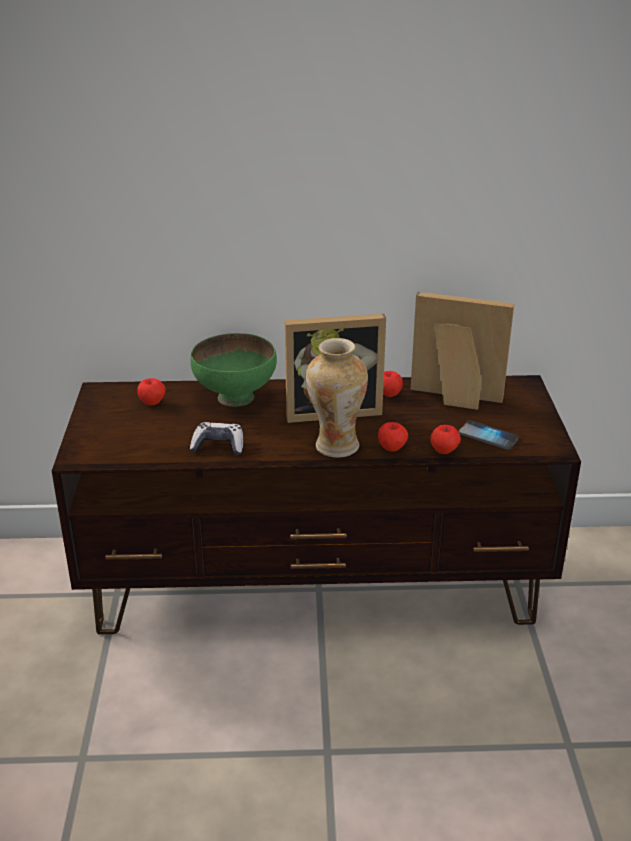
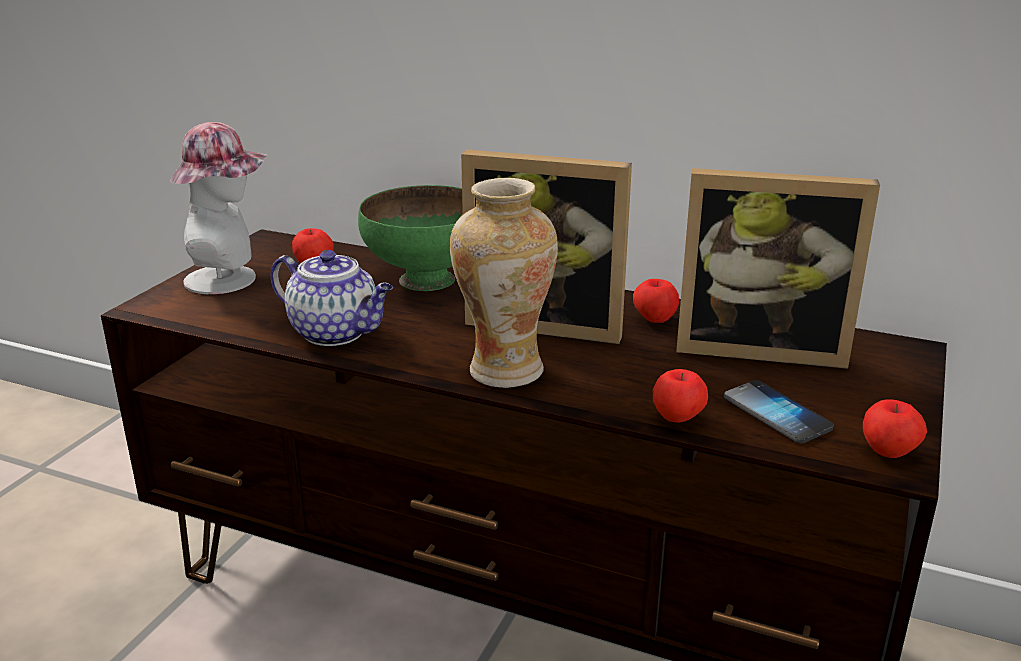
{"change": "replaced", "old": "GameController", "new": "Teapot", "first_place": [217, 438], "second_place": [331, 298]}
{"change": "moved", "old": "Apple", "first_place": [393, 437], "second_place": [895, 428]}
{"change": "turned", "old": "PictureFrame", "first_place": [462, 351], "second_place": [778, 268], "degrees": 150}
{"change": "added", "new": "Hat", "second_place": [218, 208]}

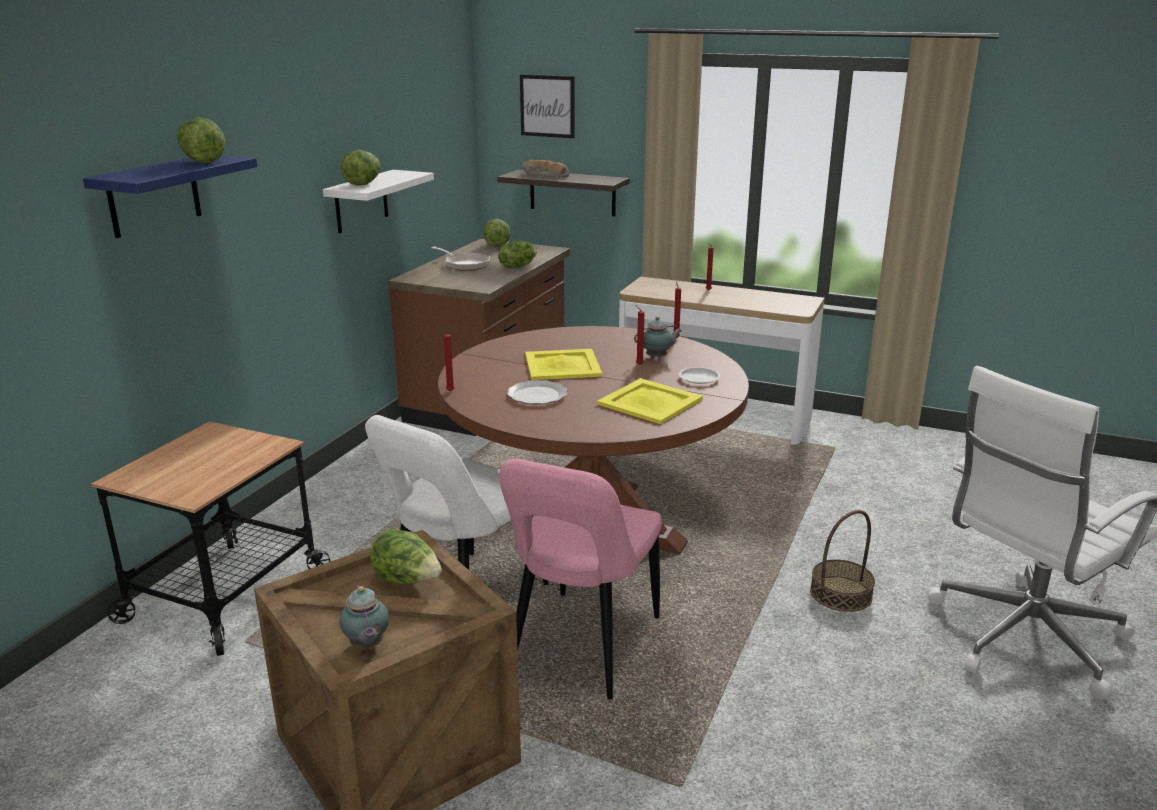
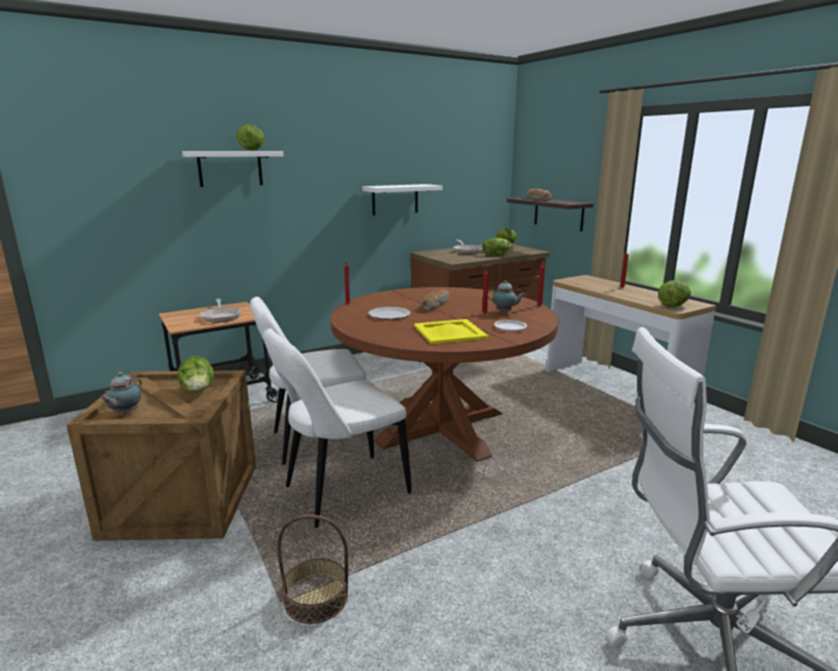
{"change": "recoloured", "old": "BlueShelf", "new": "WhiteShelf", "first_place": [170, 196], "second_place": [233, 169]}
{"change": "moved", "old": "Lettuce", "first_place": [361, 168], "second_place": [674, 293]}
{"change": "recoloured", "old": "PinkChair", "new": "WhiteChair", "first_place": [580, 579], "second_place": [337, 428]}
{"change": "removed", "old": "Picture", "first_place": [547, 106]}
{"change": "replaced", "old": "YellowTray", "new": "Bread", "first_place": [563, 364], "second_place": [435, 300]}
{"change": "moved", "old": "Basket", "first_place": [842, 561], "second_place": [312, 569]}
{"change": "added", "new": "FryingPan", "second_place": [221, 311]}

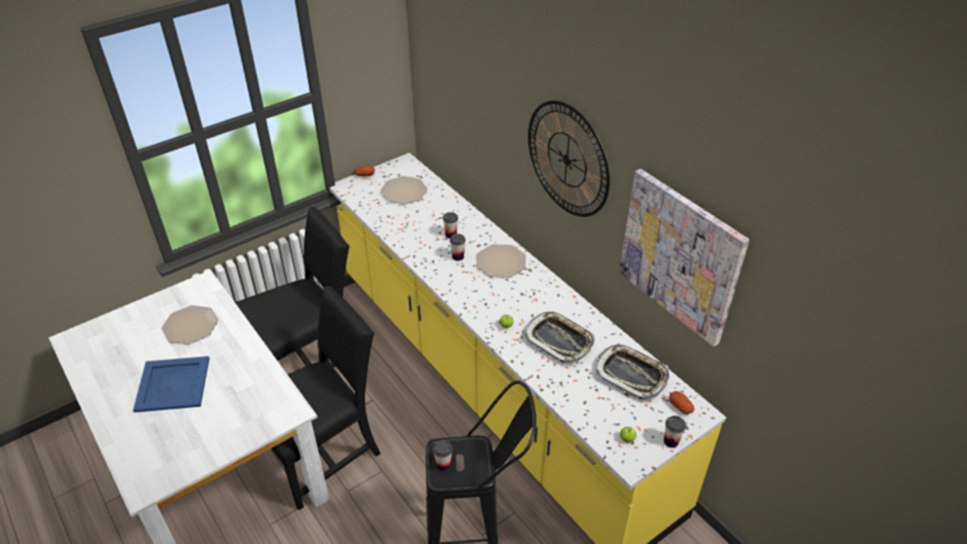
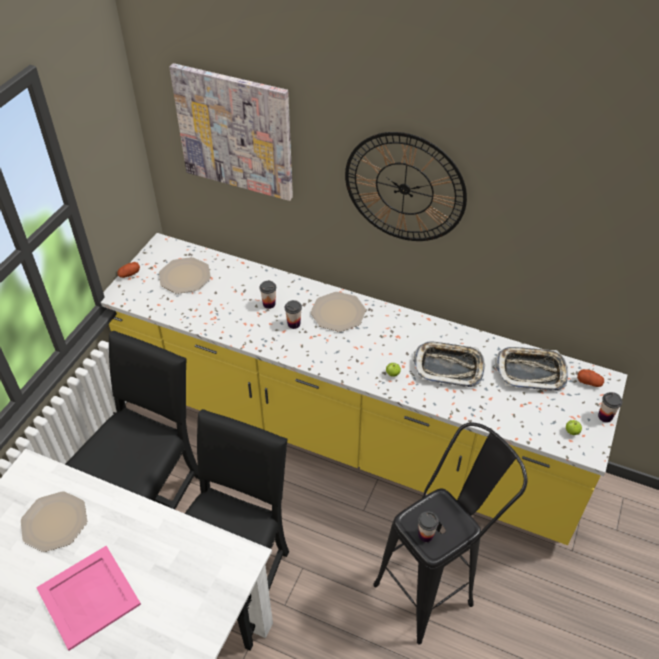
{"change": "recoloured", "old": "BlueTray", "new": "PinkTray", "first_place": [171, 384], "second_place": [88, 598]}
{"change": "moved", "old": "Picture", "first_place": [684, 258], "second_place": [231, 132]}

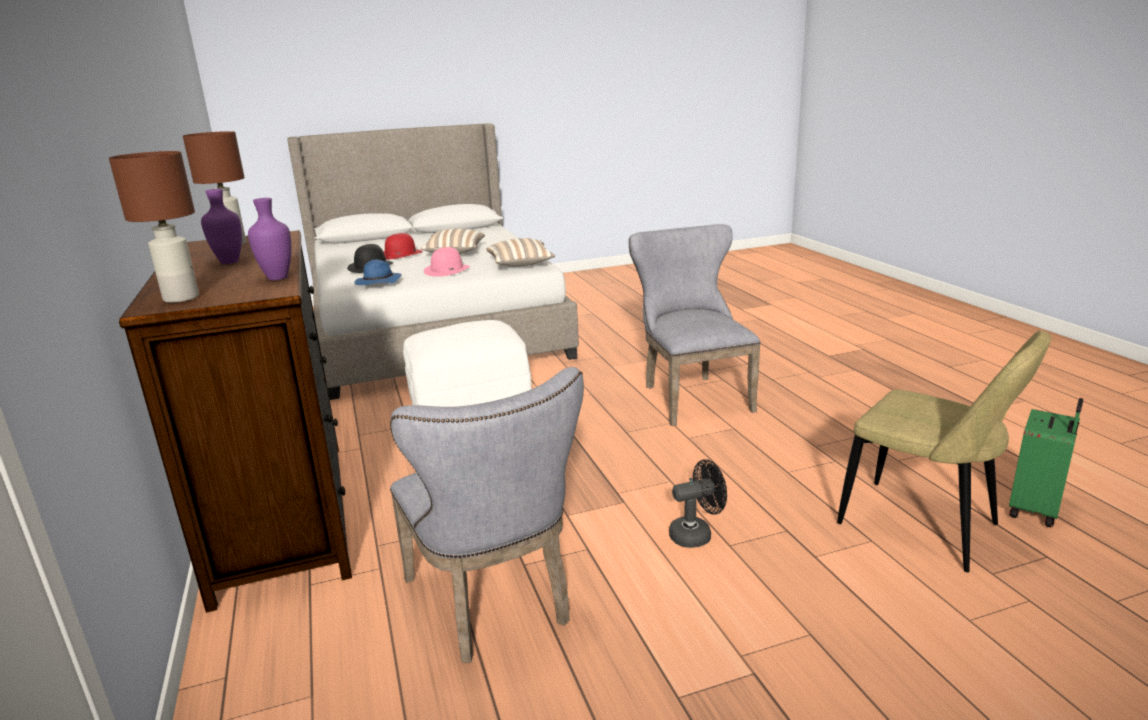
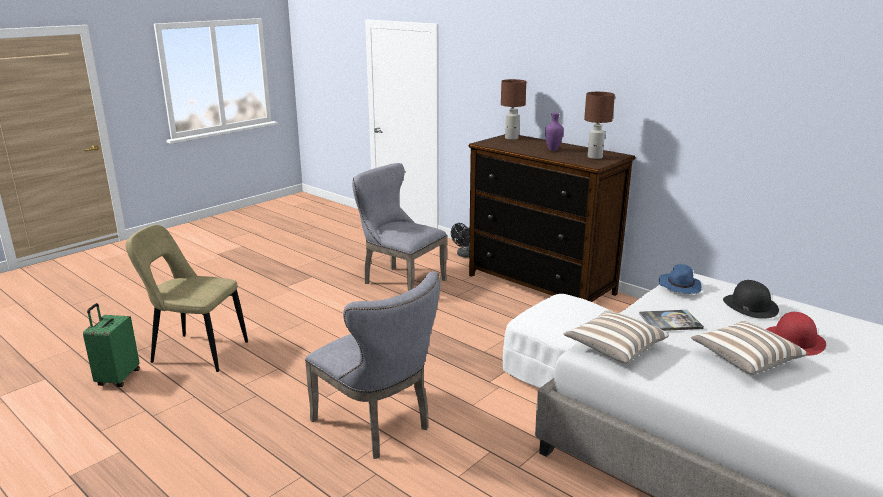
{"change": "removed", "old": "PurpleVase", "first_place": [270, 239]}
{"change": "replaced", "old": "PinkHat", "new": "Book", "first_place": [447, 262], "second_place": [671, 320]}
{"change": "moved", "old": "BlackFan", "first_place": [698, 503], "second_place": [460, 240]}

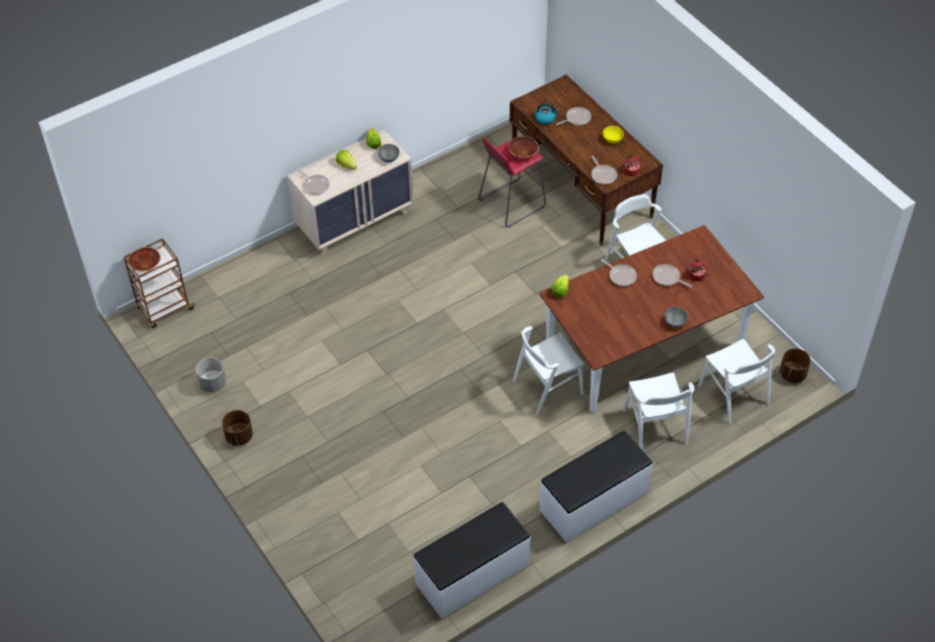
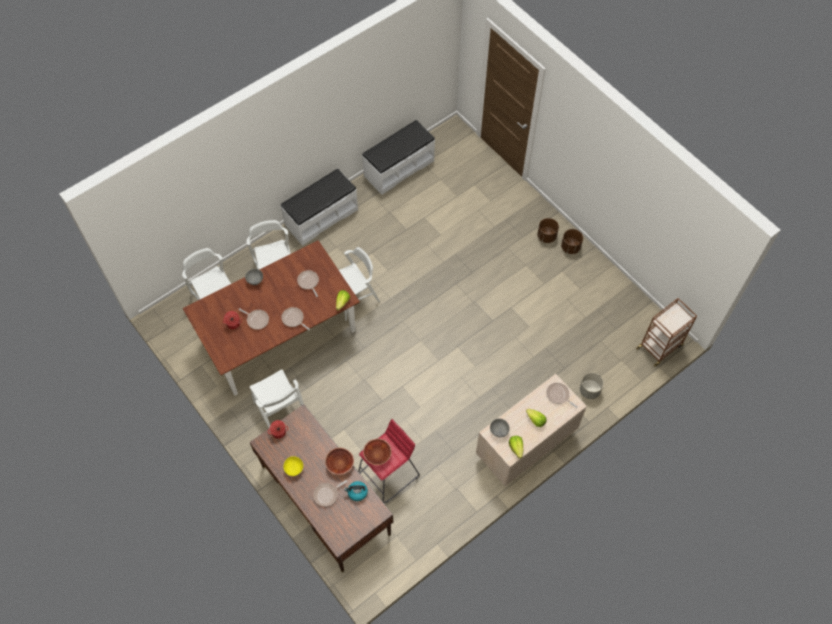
{"change": "moved", "old": "BrownBowl", "first_place": [144, 259], "second_place": [339, 461]}
{"change": "moved", "old": "GreyPlanter", "first_place": [211, 374], "second_place": [592, 386]}
{"change": "moved", "old": "FryingPan", "first_place": [604, 170], "second_place": [308, 283]}
{"change": "moved", "old": "BrownPlanter", "first_place": [795, 365], "second_place": [548, 230]}

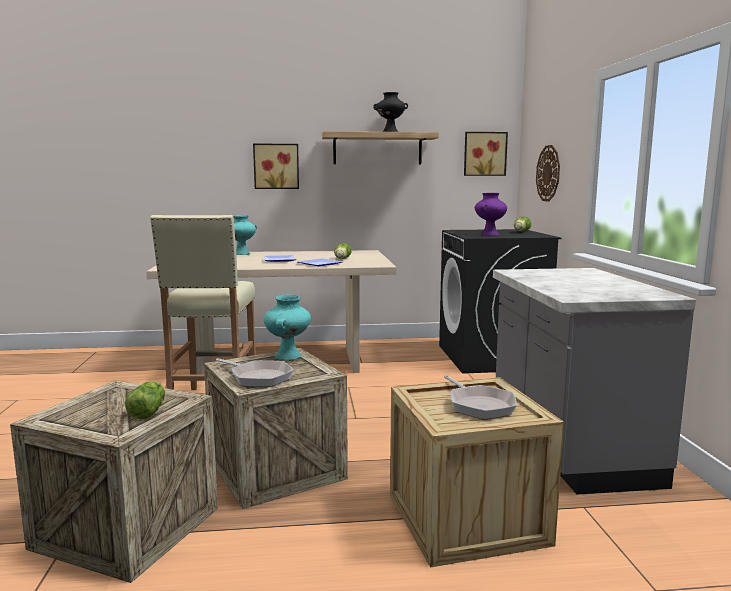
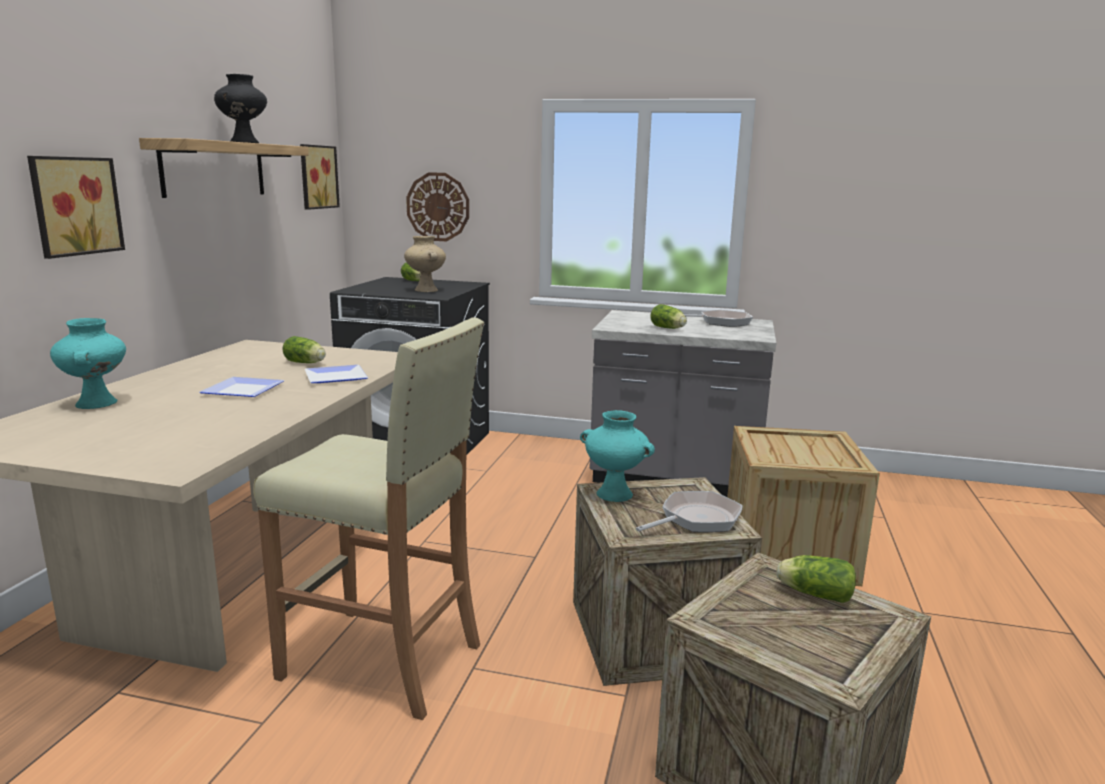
{"change": "moved", "old": "FryingPan", "first_place": [480, 397], "second_place": [718, 318]}
{"change": "recoloured", "old": "PurpleVase", "new": "BeigeVase", "first_place": [491, 214], "second_place": [425, 264]}
{"change": "added", "new": "Lettuce", "second_place": [668, 316]}

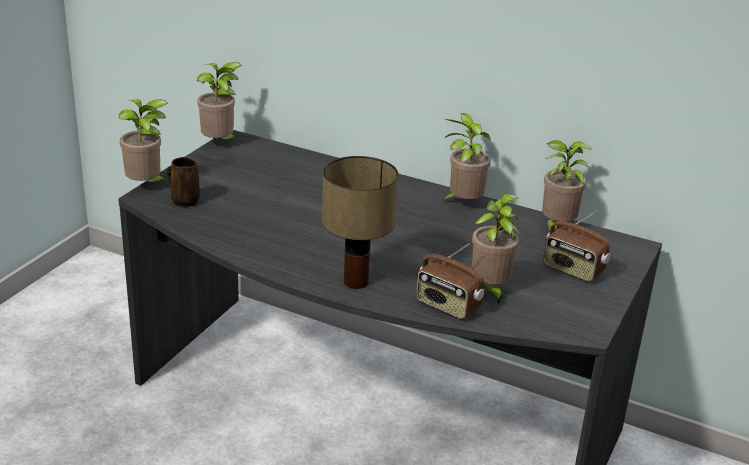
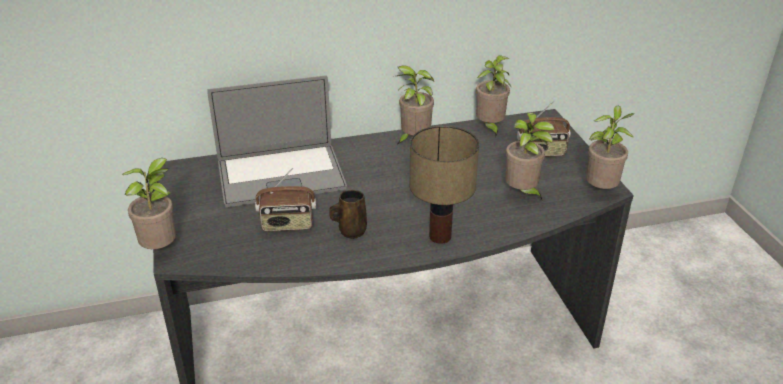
{"change": "moved", "old": "BrownMug", "first_place": [183, 182], "second_place": [348, 214]}
{"change": "moved", "old": "PottedPlant", "first_place": [219, 101], "second_place": [610, 147]}
{"change": "moved", "old": "Radio", "first_place": [450, 281], "second_place": [285, 199]}
{"change": "added", "new": "Laptop", "second_place": [277, 141]}

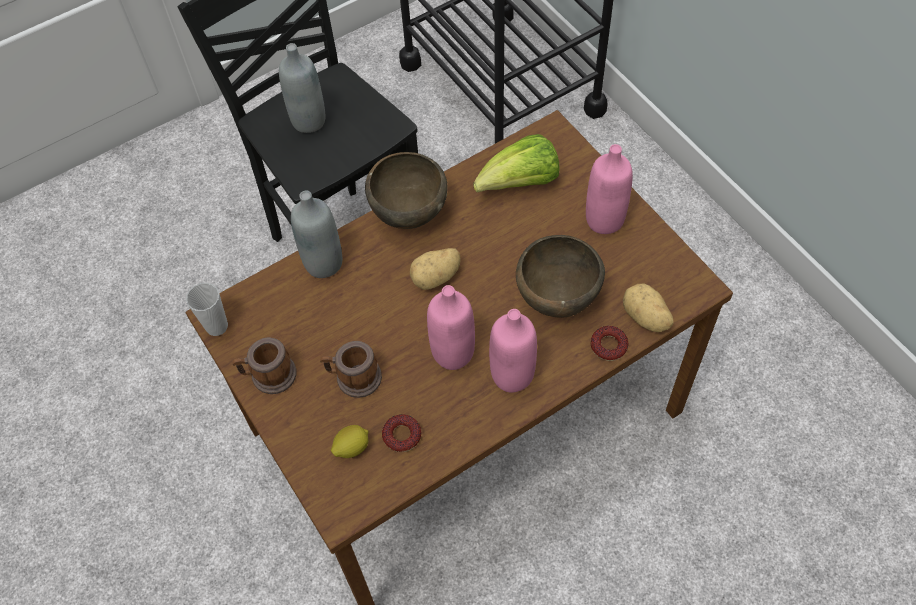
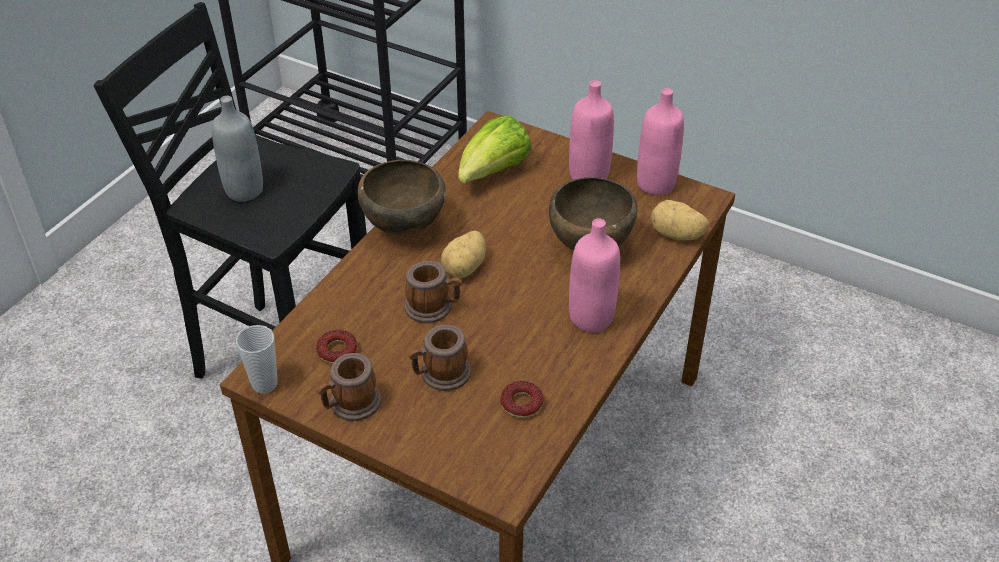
{"change": "removed", "old": "GreyBottle", "first_place": [316, 234]}
{"change": "removed", "old": "Lemon", "first_place": [350, 441]}
{"change": "moved", "old": "PinkBottle", "first_place": [451, 327], "second_place": [660, 142]}
{"change": "moved", "old": "Donut", "first_place": [609, 343], "second_place": [337, 347]}
{"change": "added", "new": "Mug", "second_place": [433, 292]}

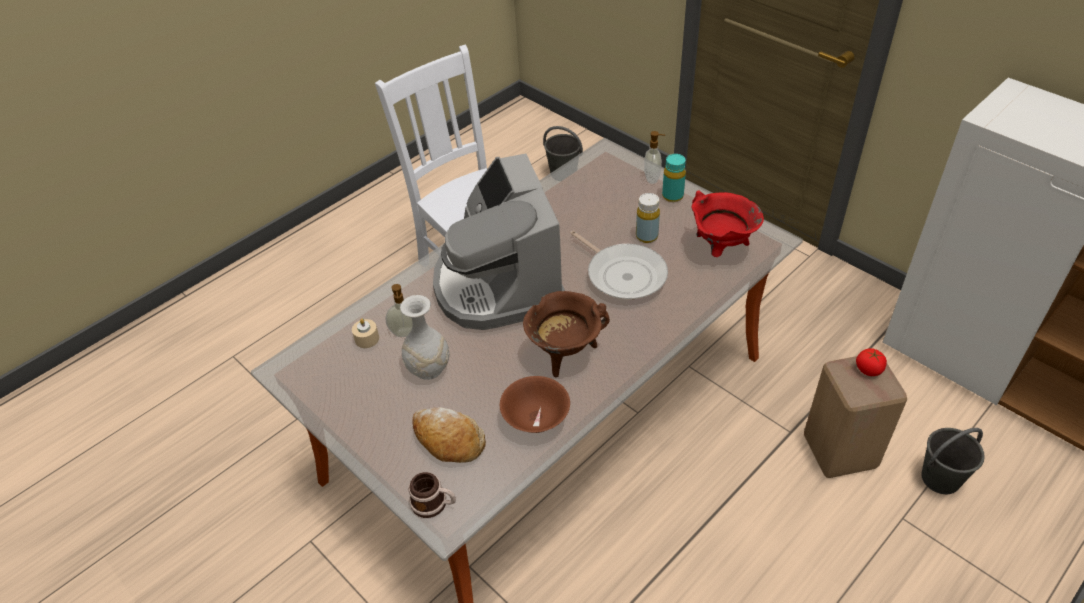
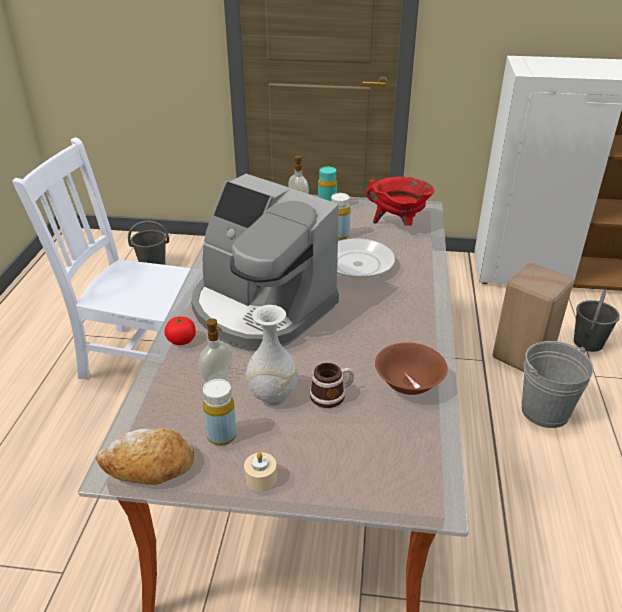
{"change": "moved", "old": "BeigeCandle", "first_place": [365, 333], "second_place": [260, 472]}
{"change": "moved", "old": "Mug", "first_place": [432, 495], "second_place": [332, 385]}
{"change": "moved", "old": "Bread", "first_place": [449, 435], "second_place": [145, 456]}
{"change": "removed", "old": "BrownCookingPot", "first_place": [566, 334]}
{"change": "moved", "old": "Tomato", "first_place": [871, 362], "second_place": [180, 331]}
{"change": "added", "new": "YellowBottle", "second_place": [220, 412]}
{"change": "added", "new": "GreyBucket", "second_place": [557, 384]}

